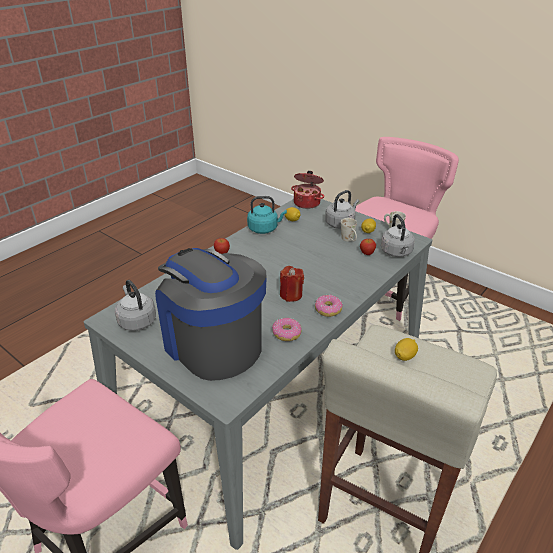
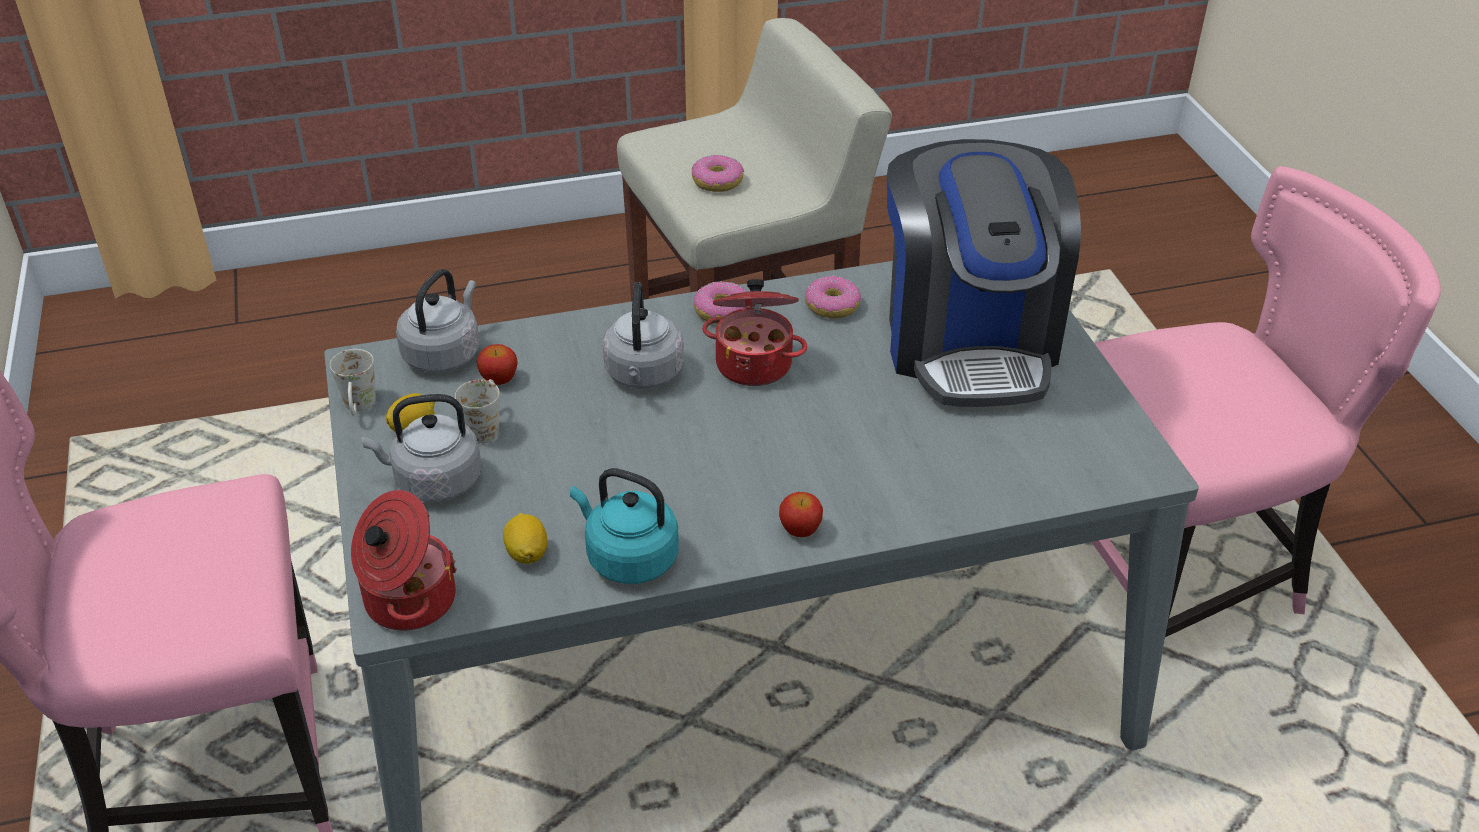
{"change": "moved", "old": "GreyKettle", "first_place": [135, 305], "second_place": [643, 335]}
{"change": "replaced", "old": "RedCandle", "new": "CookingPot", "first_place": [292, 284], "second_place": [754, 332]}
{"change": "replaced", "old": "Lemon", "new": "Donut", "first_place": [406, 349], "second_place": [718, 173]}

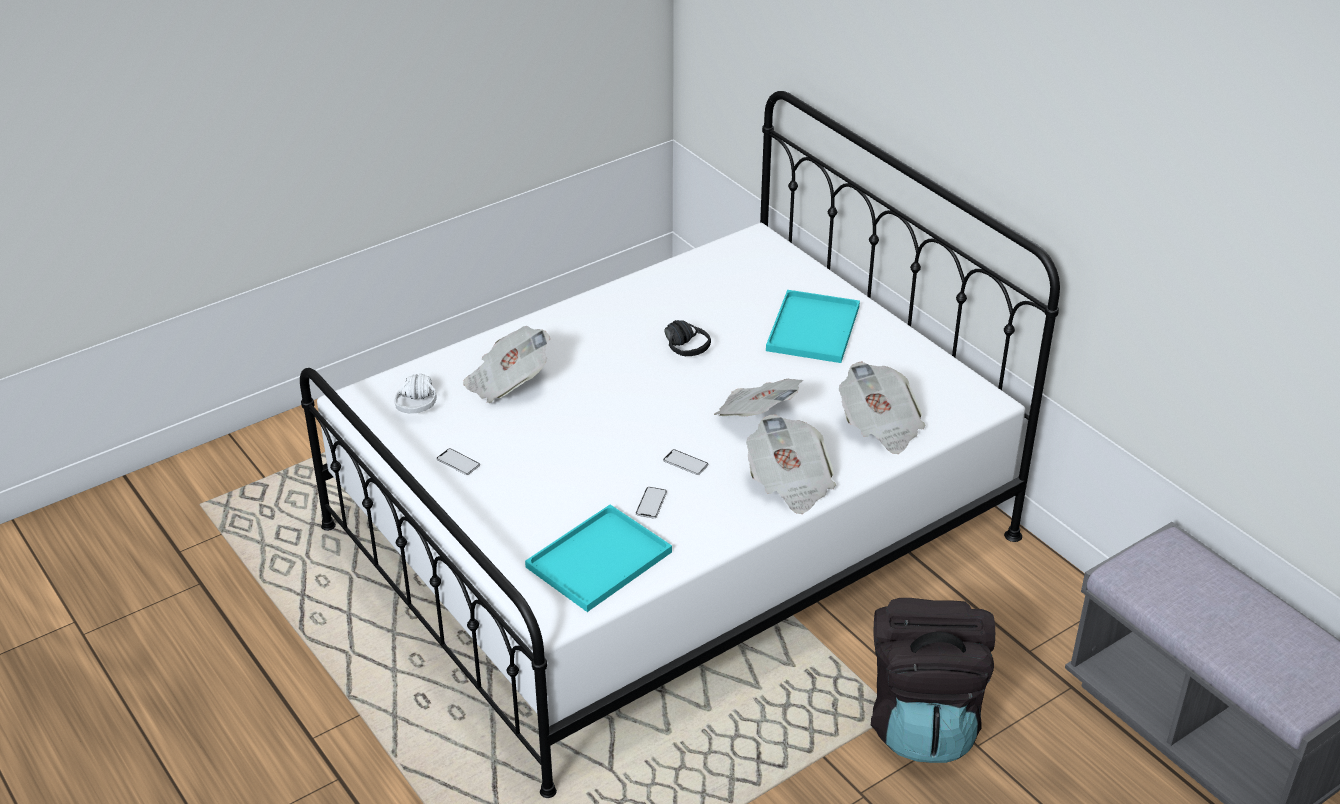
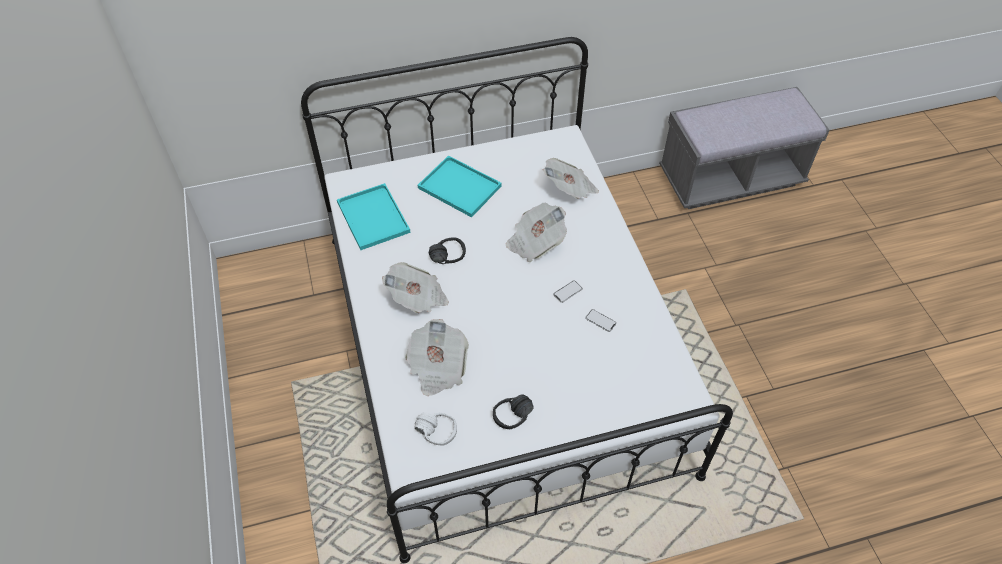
{"change": "replaced", "old": "Phone", "new": "BlackHeadphones", "first_place": [458, 461], "second_place": [513, 412]}
{"change": "moved", "old": "TurquoiseTray", "first_place": [598, 558], "second_place": [374, 216]}
{"change": "moved", "old": "Newspaper", "first_place": [791, 464], "second_place": [415, 287]}
{"change": "removed", "old": "BlackBackpack", "first_place": [933, 680]}

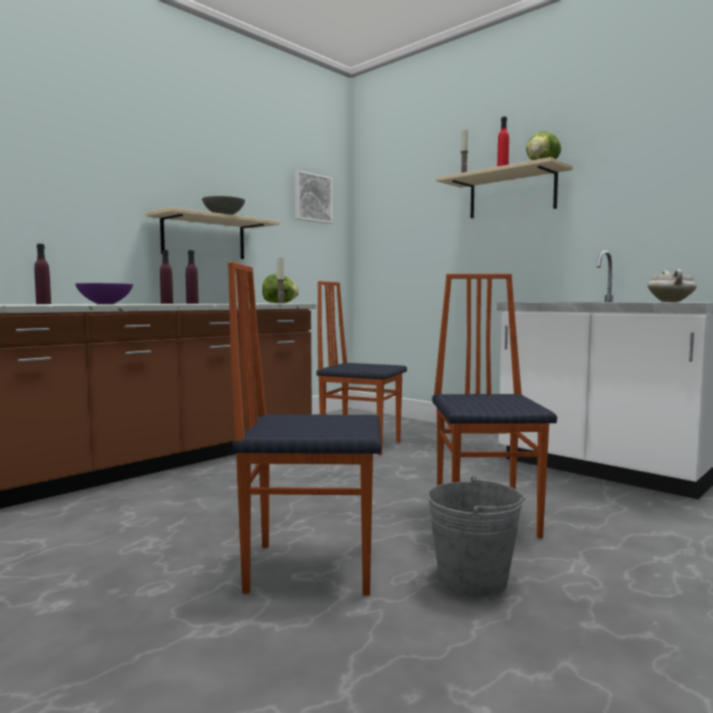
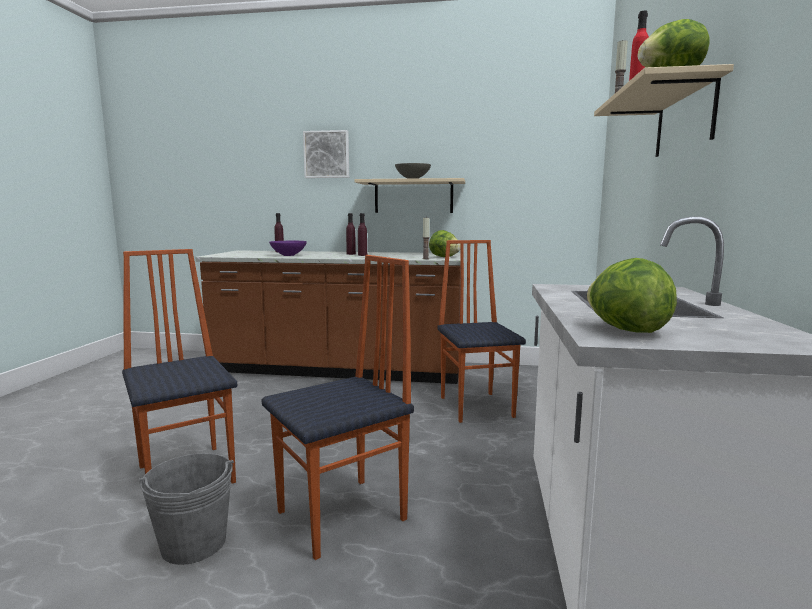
{"change": "moved", "old": "Picture", "first_place": [313, 197], "second_place": [326, 154]}
{"change": "replaced", "old": "WhiteCookingPot", "new": "Lettuce", "first_place": [672, 285], "second_place": [632, 295]}

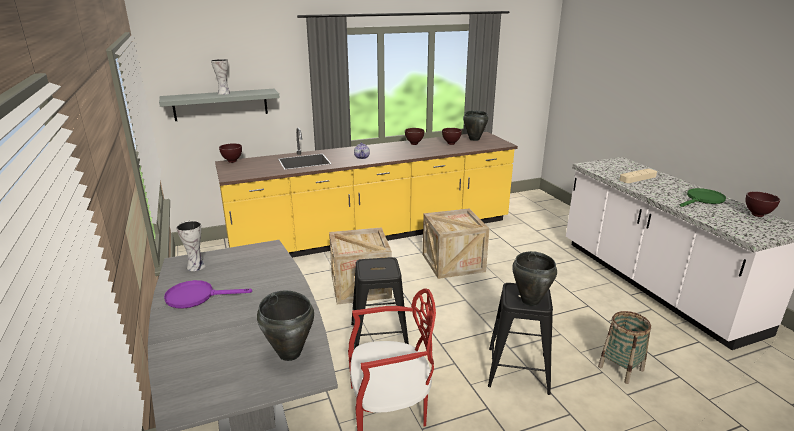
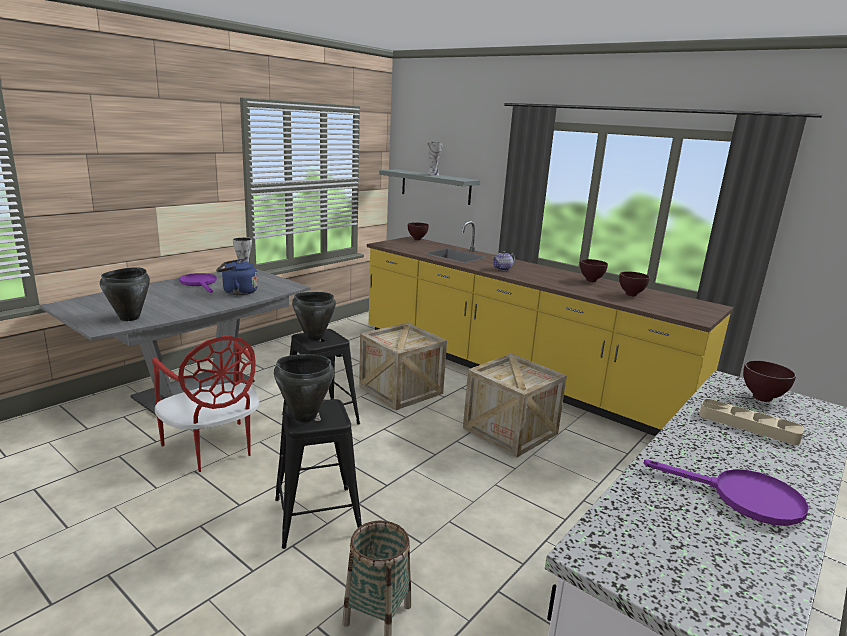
{"change": "moved", "old": "BlackCookingPot", "first_place": [475, 125], "second_place": [314, 316]}
{"change": "recoloured", "old": "GreenFryingPan", "new": "PurpleFryingPan", "first_place": [703, 197], "second_place": [726, 492]}
{"change": "moved", "old": "BrownBowl", "first_place": [762, 204], "second_place": [769, 381]}
{"change": "added", "new": "BlueKettle", "second_place": [237, 277]}

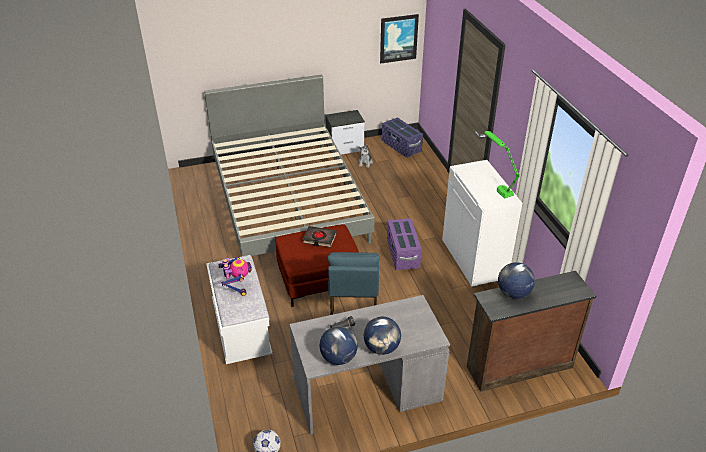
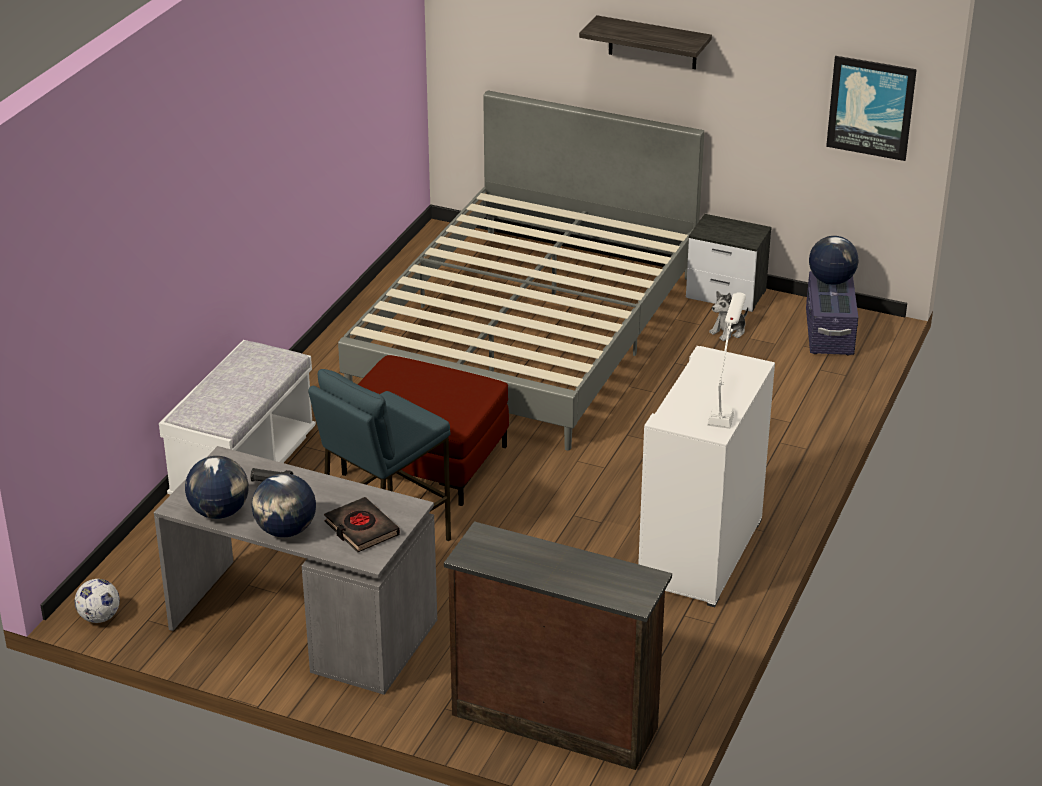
{"change": "removed", "old": "ToyRobot", "first_place": [235, 276]}
{"change": "moved", "old": "BlackBook", "first_place": [319, 237], "second_place": [362, 524]}
{"change": "removed", "old": "PurpleStorageBox", "first_place": [404, 244]}
{"change": "recoloured", "old": "GreenTableLamp", "new": "WhiteTableLamp", "first_place": [502, 165], "second_place": [726, 361]}
{"change": "moved", "old": "Globe", "first_place": [516, 280], "second_place": [834, 260]}
{"change": "added", "new": "Shelf", "second_place": [645, 42]}

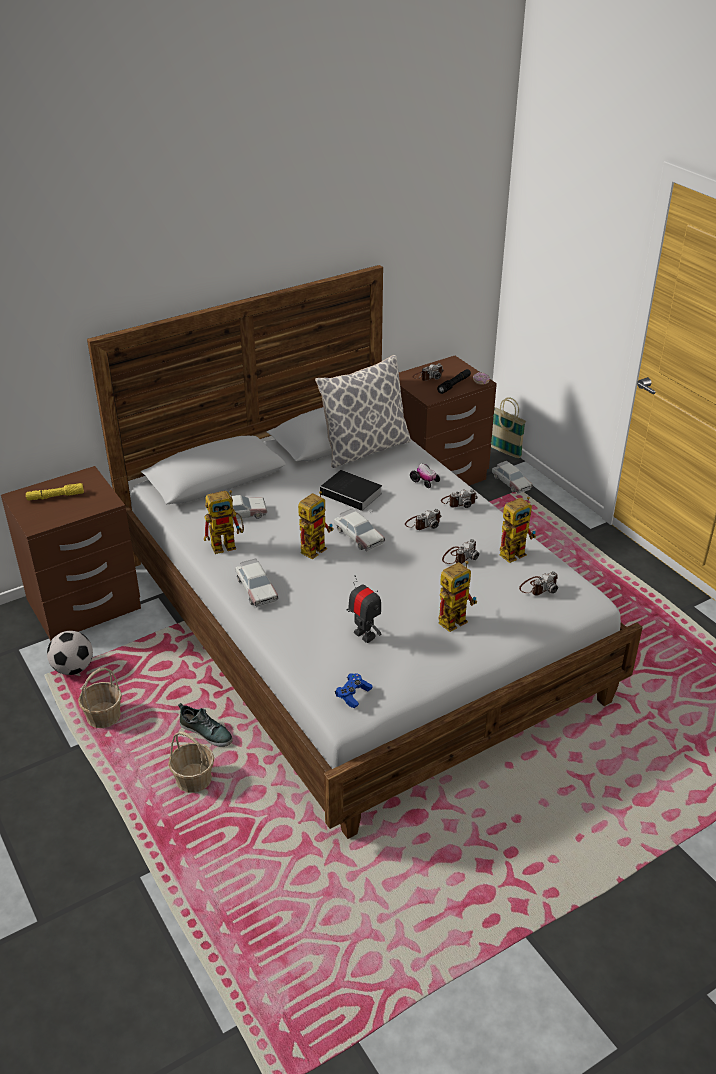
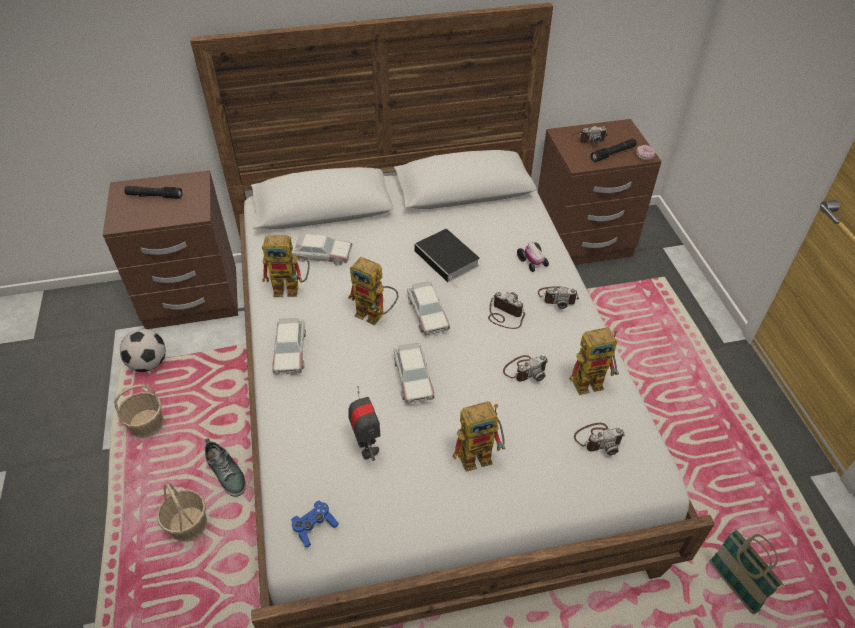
{"change": "recoloured", "old": "YellowFlashlight", "new": "BlackFlashlight", "first_place": [55, 491], "second_place": [153, 192]}
{"change": "turned", "old": "ToyRobot", "first_place": [316, 525], "second_place": [373, 291], "degrees": 60}
{"change": "removed", "old": "Pillow", "first_place": [363, 411]}
{"change": "turned", "old": "PhotoCamera", "first_place": [423, 519], "second_place": [506, 310], "degrees": -135}
{"change": "moved", "old": "Basket", "first_place": [508, 428], "second_place": [746, 571]}
{"change": "moved", "old": "ToyCar", "first_place": [512, 477], "second_place": [414, 374]}

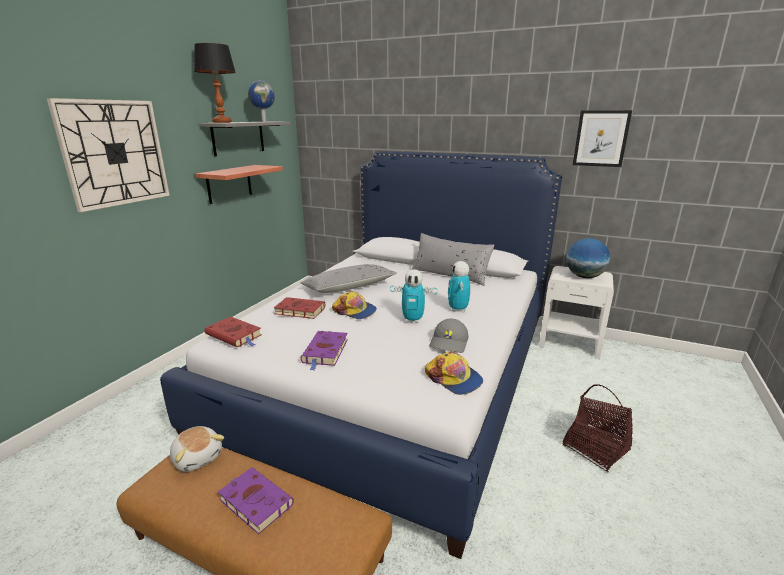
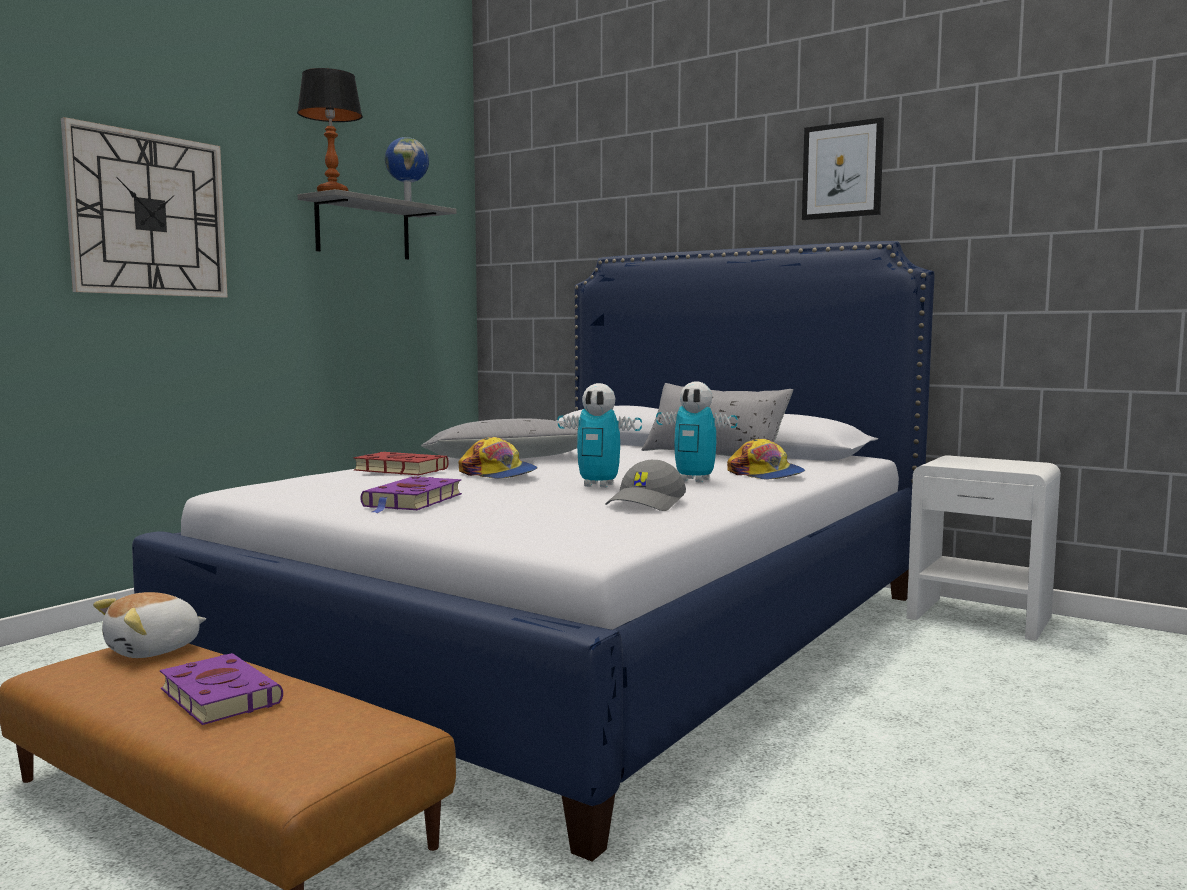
{"change": "turned", "old": "PlushToy", "first_place": [197, 449], "second_place": [149, 625], "degrees": 75}
{"change": "removed", "old": "Shelf", "first_place": [239, 184]}
{"change": "removed", "old": "RedBook", "first_place": [233, 332]}
{"change": "moved", "old": "Cap", "first_place": [454, 373], "second_place": [766, 459]}
{"change": "turned", "old": "ToyRobot", "first_place": [459, 286], "second_place": [697, 432], "degrees": -75}
{"change": "removed", "old": "Basket", "first_place": [597, 428]}
{"change": "removed", "old": "Globe", "first_place": [588, 258]}
{"change": "moved", "old": "Picture", "first_place": [602, 138], "second_place": [843, 168]}

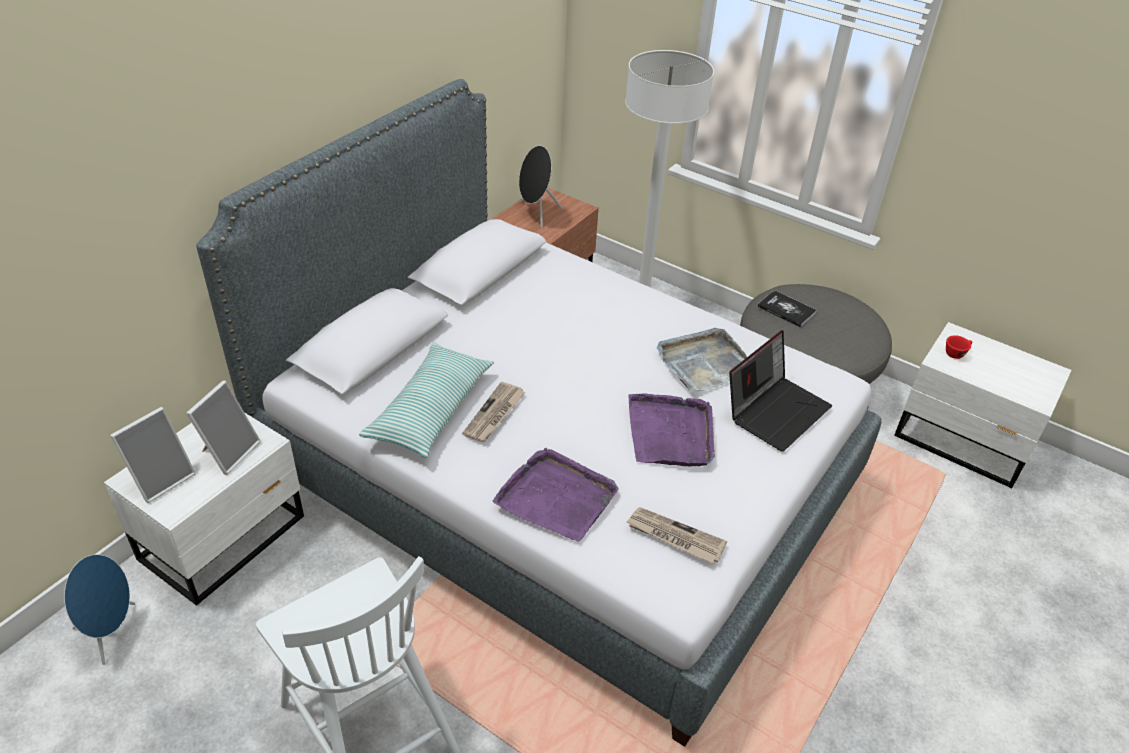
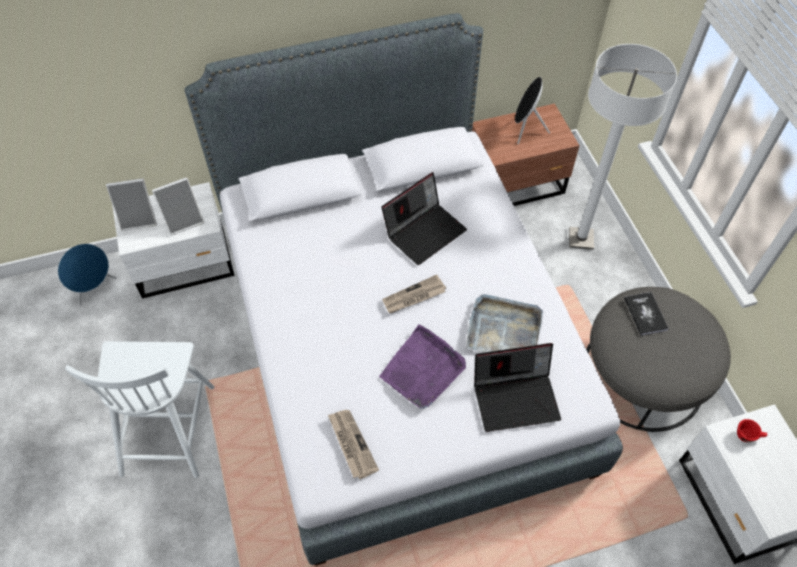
{"change": "removed", "old": "Pillow", "first_place": [426, 400]}
{"change": "moved", "old": "Newspaper", "first_place": [494, 412], "second_place": [414, 294]}
{"change": "removed", "old": "PurpleTray", "first_place": [555, 495]}
{"change": "added", "new": "Laptop", "second_place": [424, 218]}

